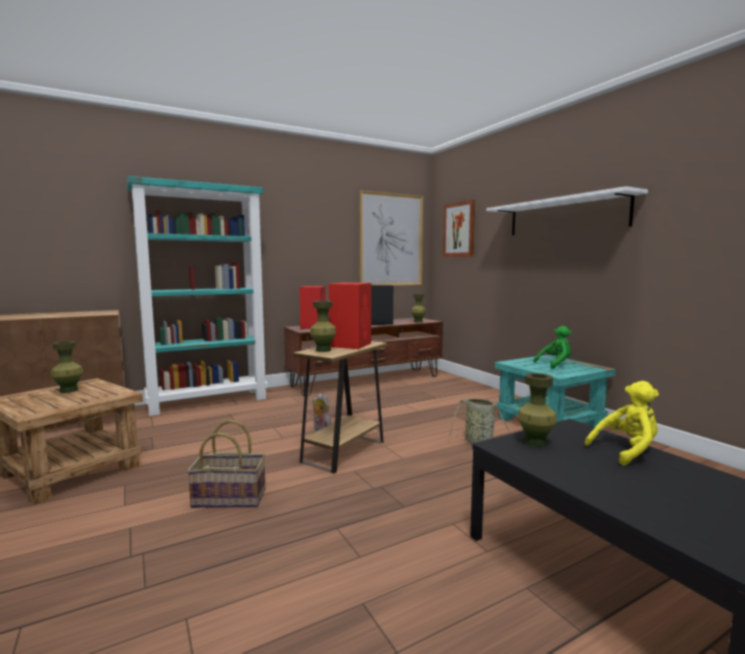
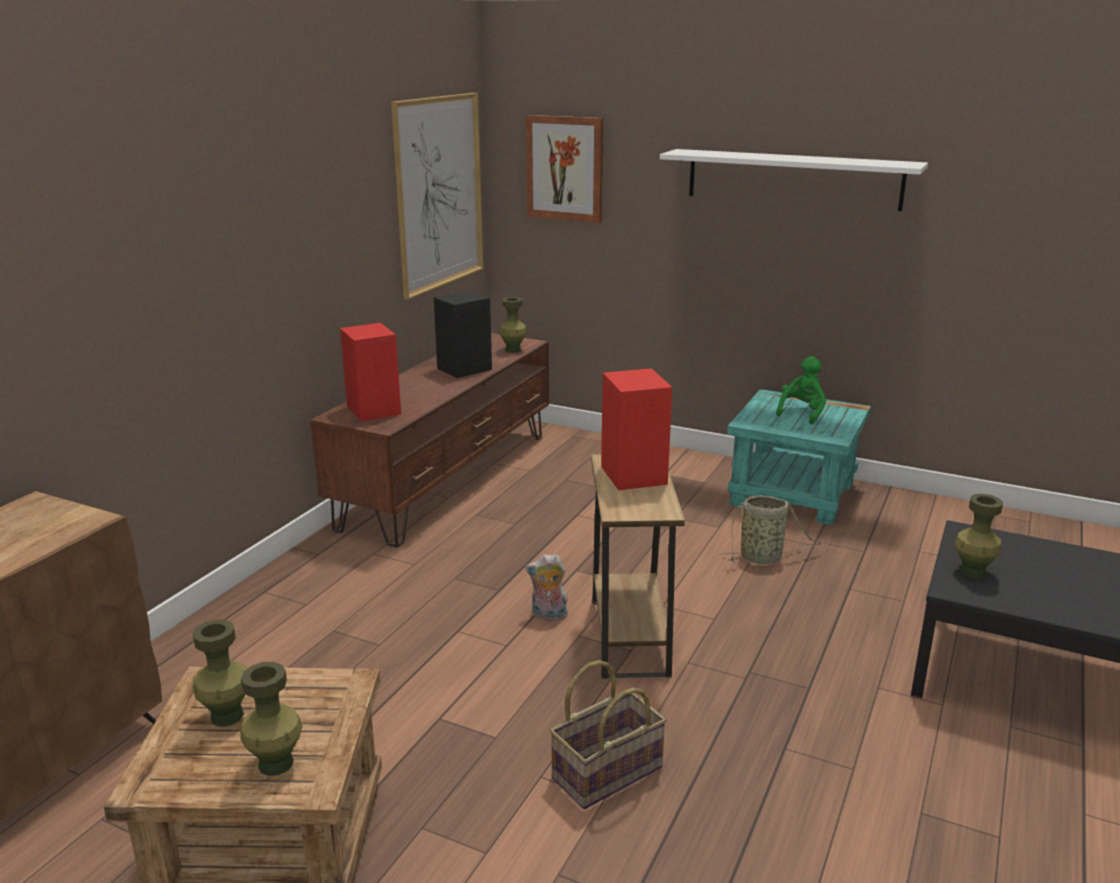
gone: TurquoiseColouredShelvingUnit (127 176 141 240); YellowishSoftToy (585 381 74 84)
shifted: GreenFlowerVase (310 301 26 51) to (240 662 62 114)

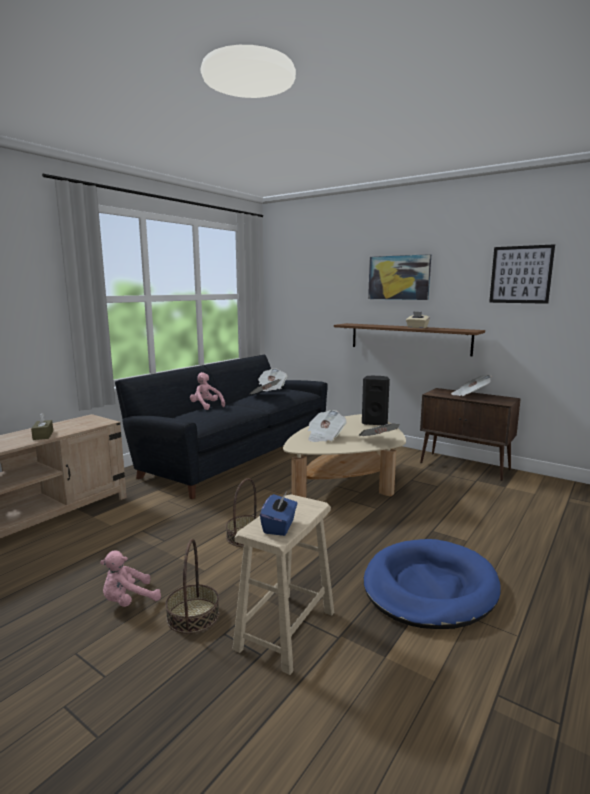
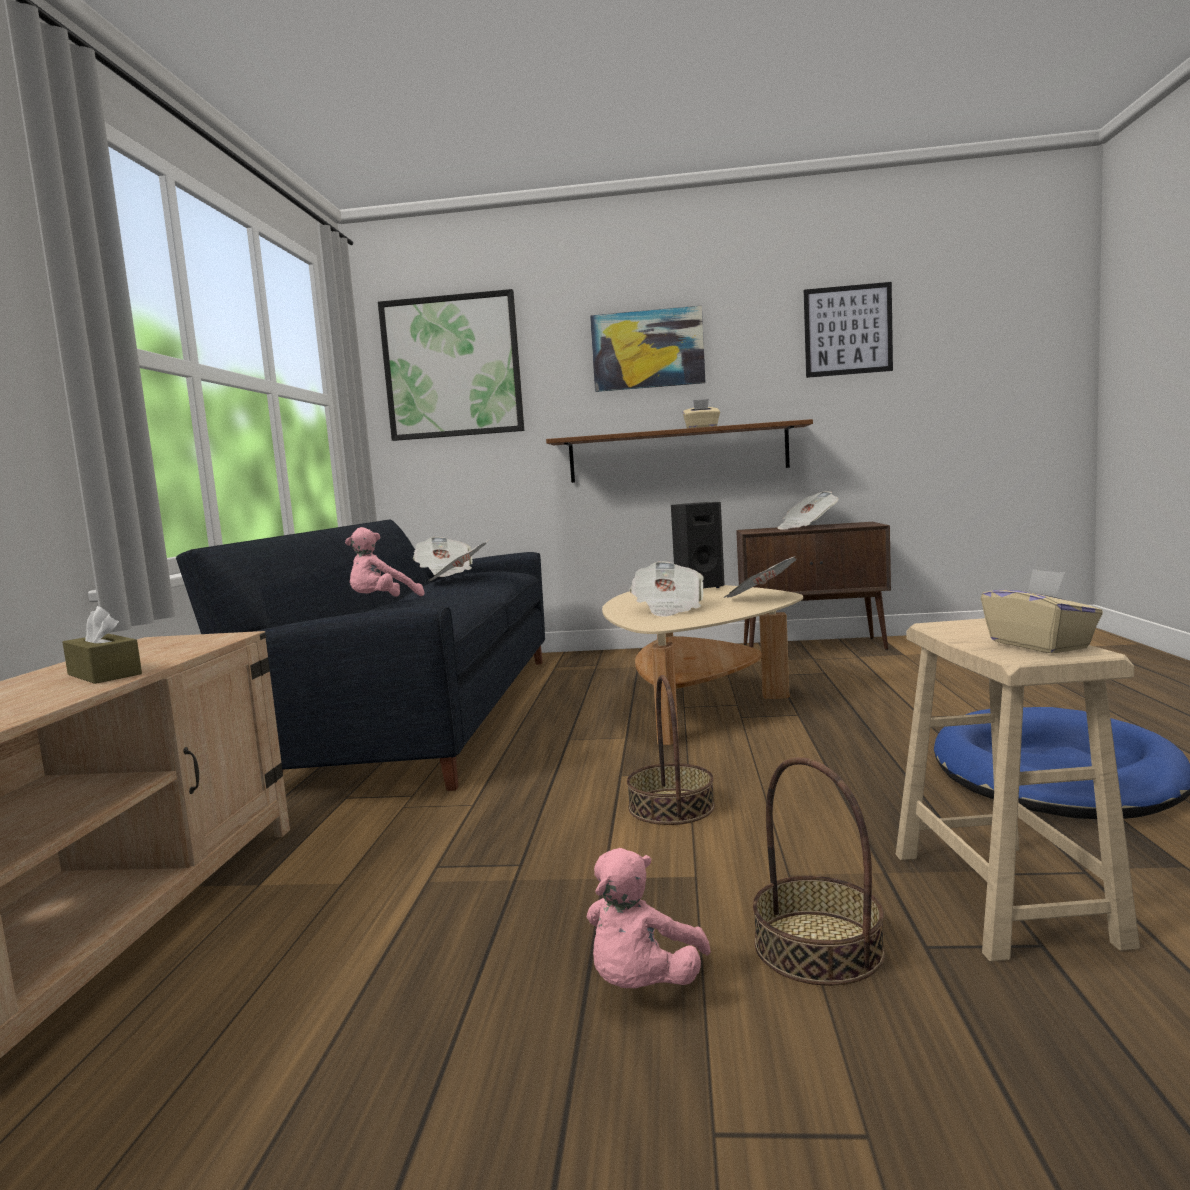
new: Picture (378 289 146 152)
repainted: BlueBoxOfTissues (260 493 37 43) to BeigeColouredBoxOfTissues (981 569 122 85)
rotated: PinkColouredSoftToy (190 372 35 38) = (345 527 79 70) 60 degrees counterclockwise

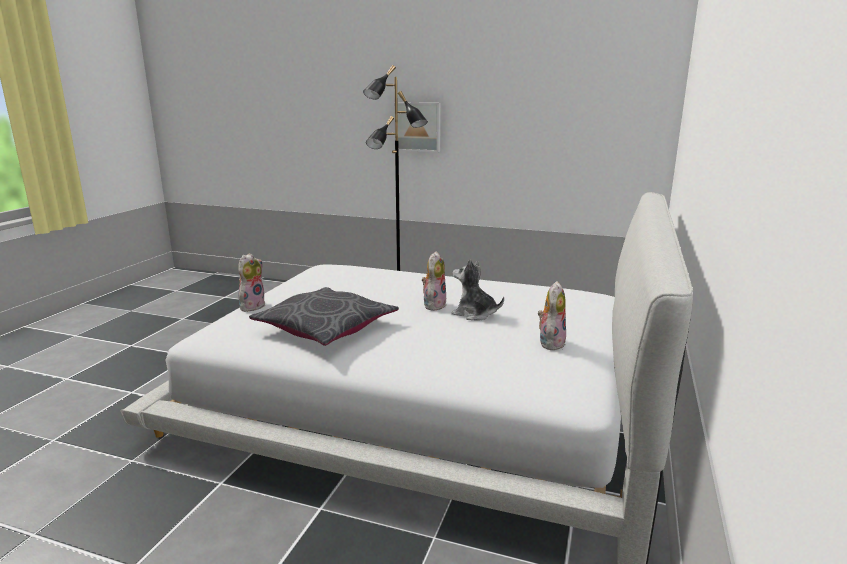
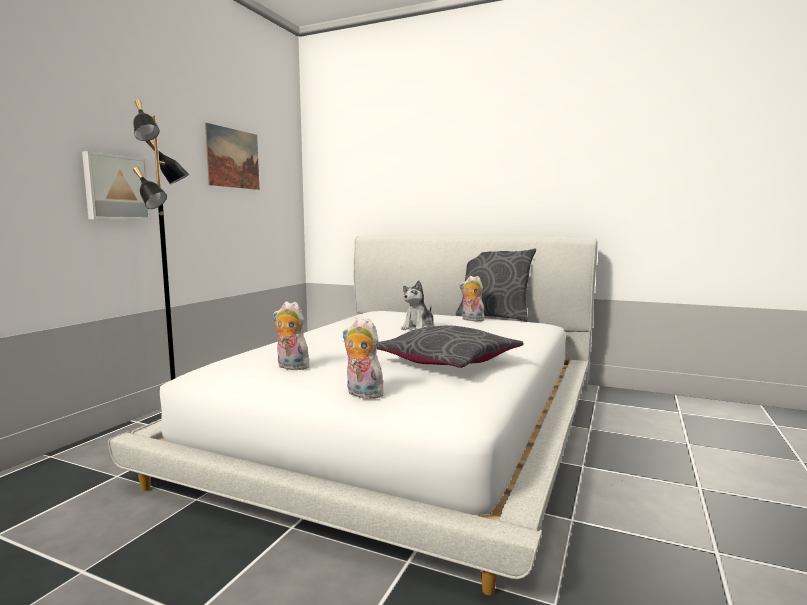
new: Picture (205 123 54 67); GreyishThrowPillow (456 249 80 73)
shifted: SoftToy (422 251 25 60) to (273 301 36 69)

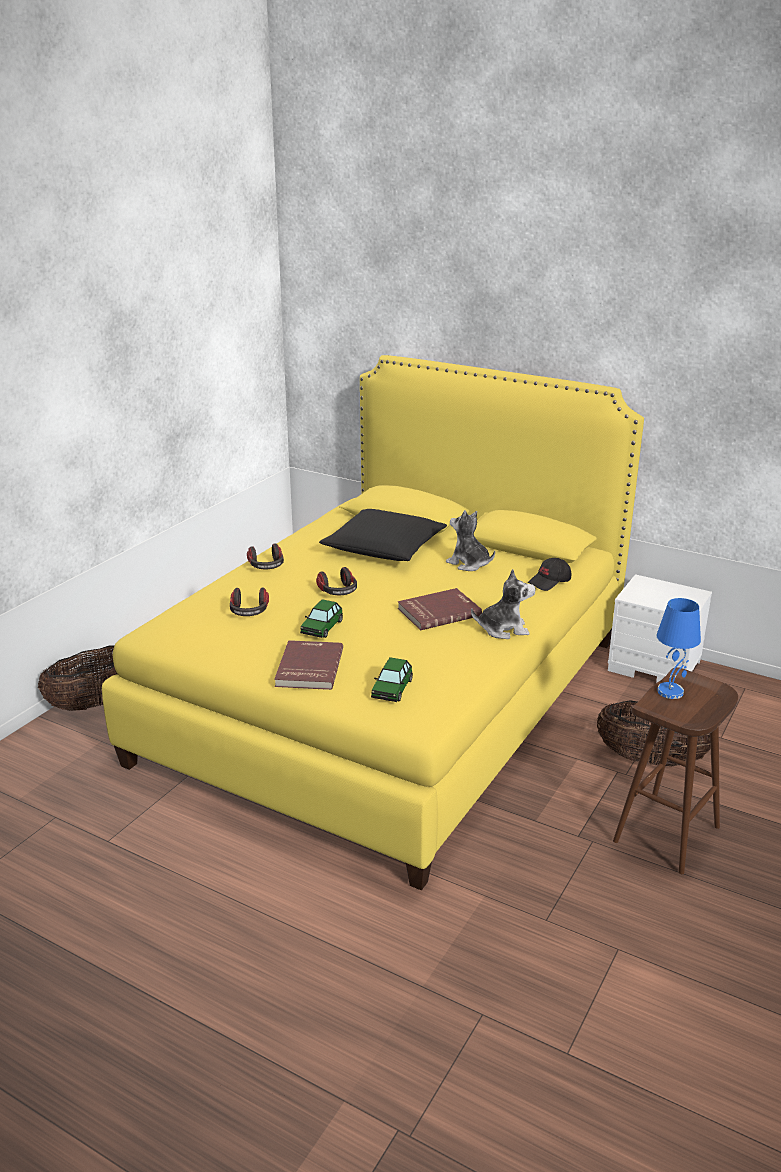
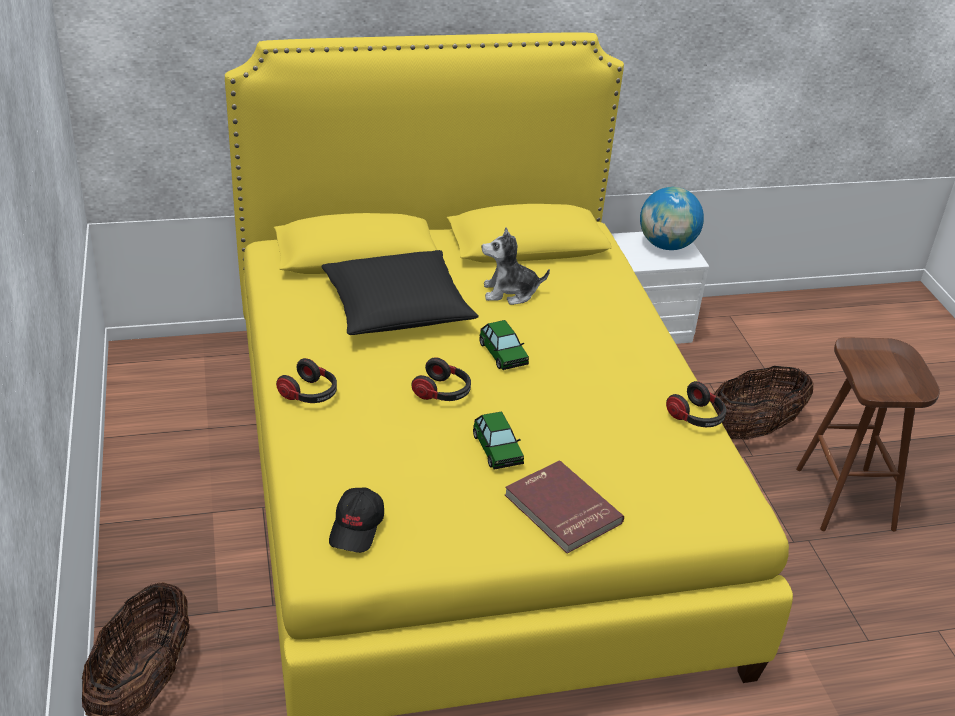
gone: RedColouredBoundBook (398 588 84 43); SoftToy (471 569 65 70); BlueTableLamp (657 598 44 101)
new: Globe (640 187 64 63)
shifted: BlackishCap (528 558 43 33) to (329 487 55 66); ModelCar (371 657 42 45) to (479 320 50 50); Headset (230 588 39 28) to (666 381 61 46)

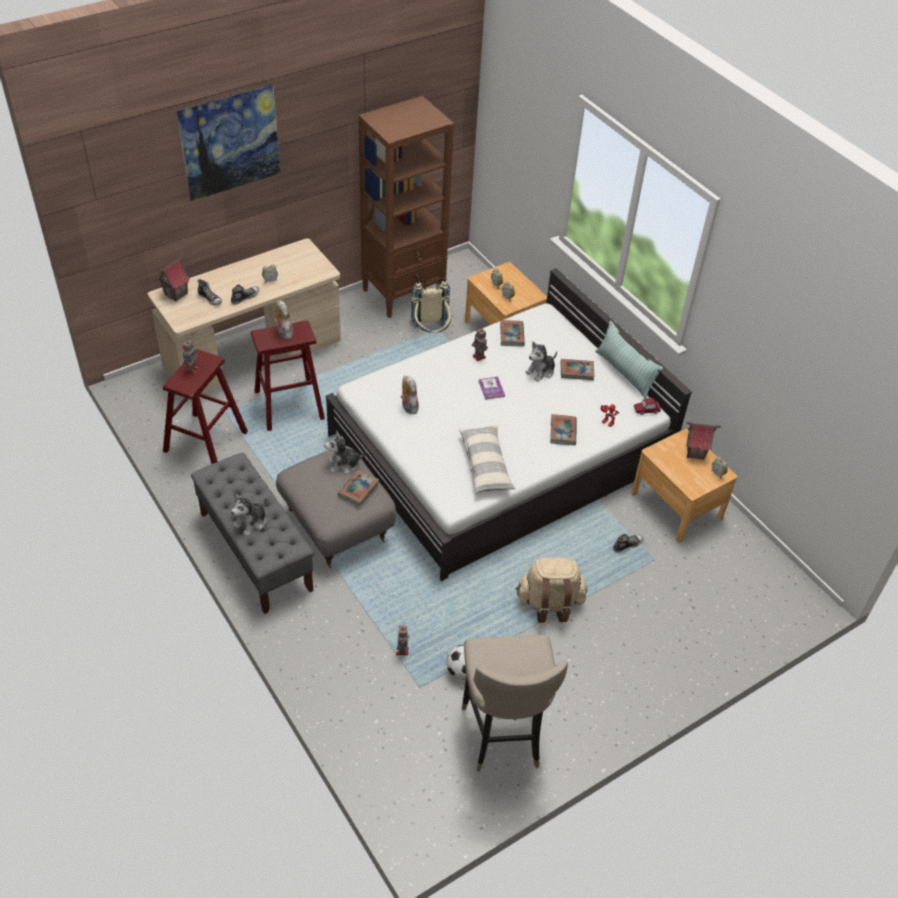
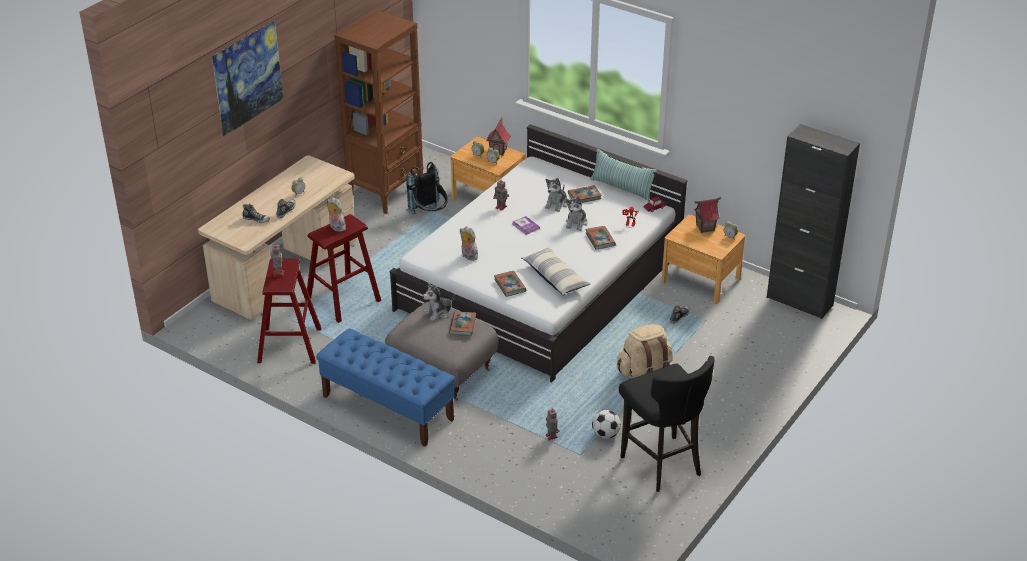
new: BlackishCupboard (767 124 93 195)
shifted: MiniatureHouse (157 256 33 45) to (486 118 25 38); BoundBook (500 320 25 26) to (494 271 32 26); SoftToy (231 493 36 43) to (565 197 23 34)
repainted: GreyishIndoorBench (191 453 123 161) to BlueIndoorBench (316 328 140 119); BeigeColouredKnapsack (409 278 42 55) to BlackishKnapsack (406 162 42 52); BeigeColouredSittingStool (462 635 106 137) to BlackishSittingStool (619 356 96 136)

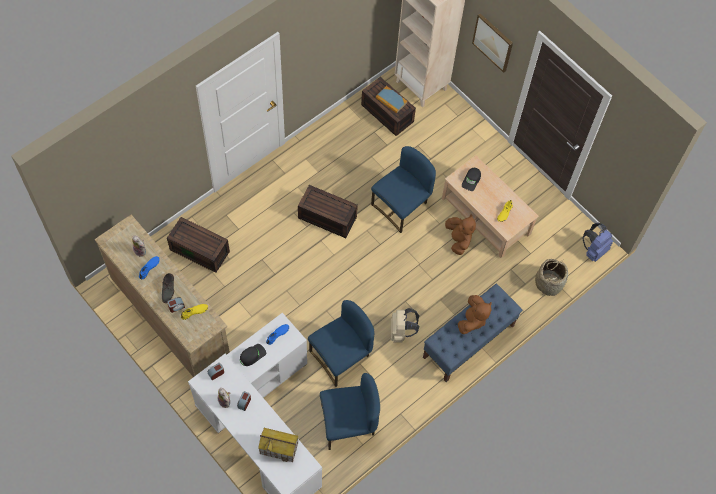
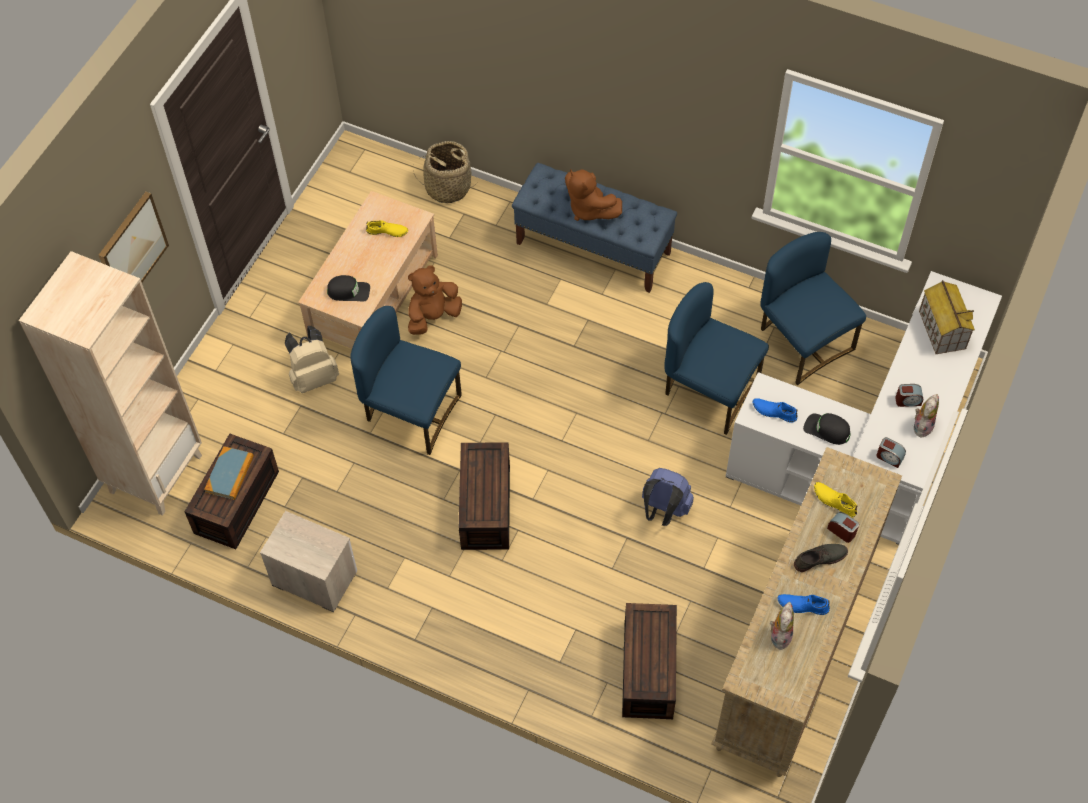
new: Nightstand (260 511 97 101)
shifted: BeigeColouredKnapsack (391 308 28 35) to (285 326 54 67); BlueKnapsack (583 223 30 39) to (642 468 52 58)
rotated: BrownSoftToy (458 295 33 39) = (565 169 57 52) 135 degrees counterclockwise

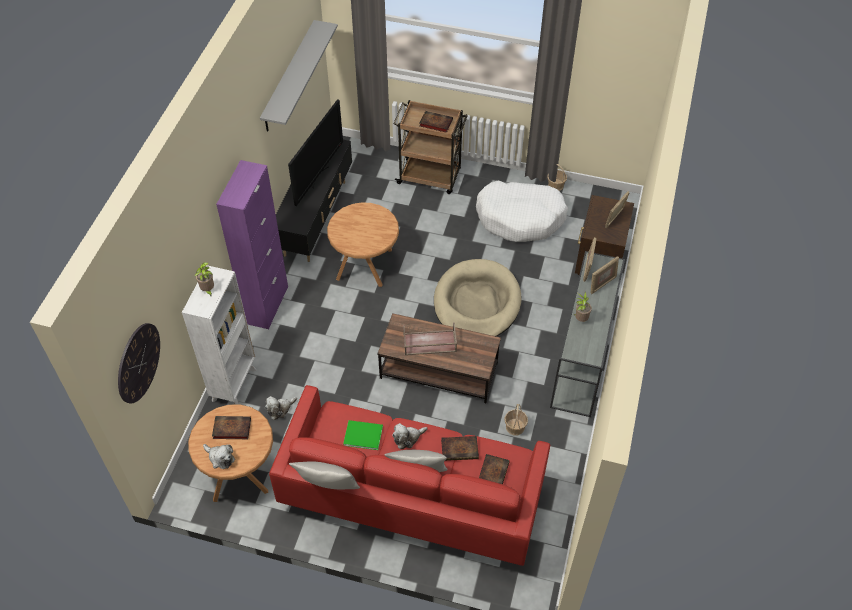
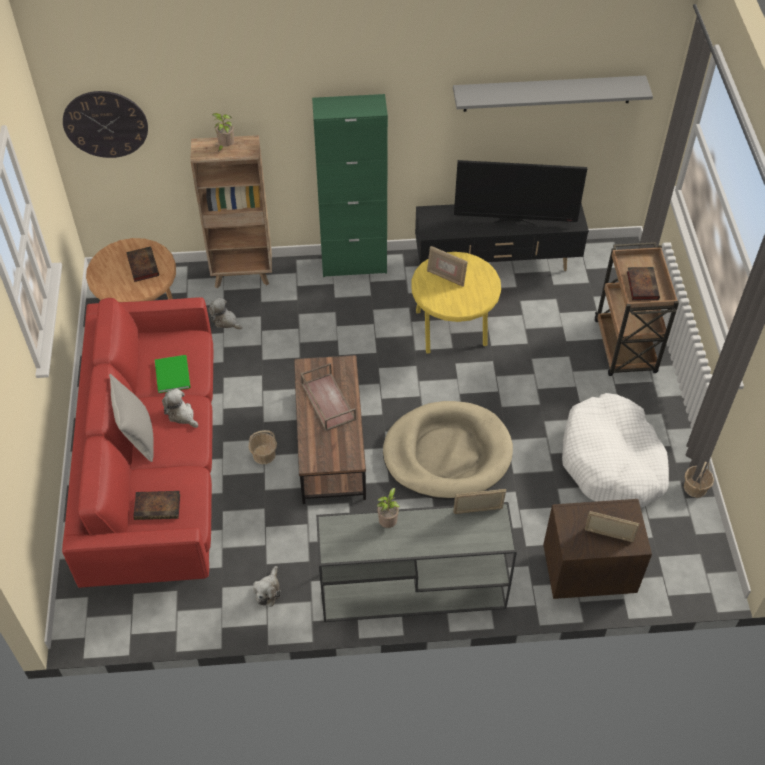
gone: GreyishThrowPillow (289 461 71 29); BoundBook (441 436 38 25)
shifted: StorageBasket (504 404 24 32) to (249 430 28 34); SoftToy (203 444 32 25) to (253 566 28 41); PhotoFrame (590 256 29 38) to (427 246 41 41)
repainted: WhiteColouredShelvingUnit (182 265 74 140) to BrownShelvingUnit (190 135 82 153); PurpleCupboard (216 160 72 169) to GreenCupboard (312 94 76 183); BrownEndTable (327 202 72 85) to YellowishEndTable (411 252 90 102)

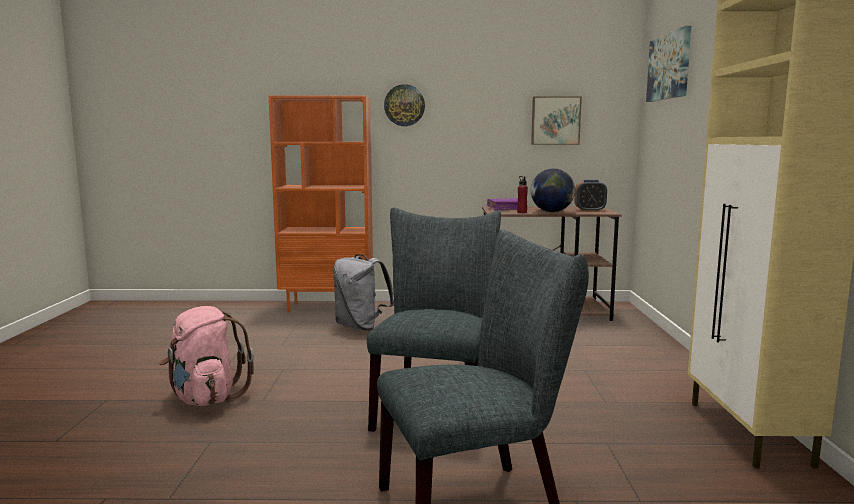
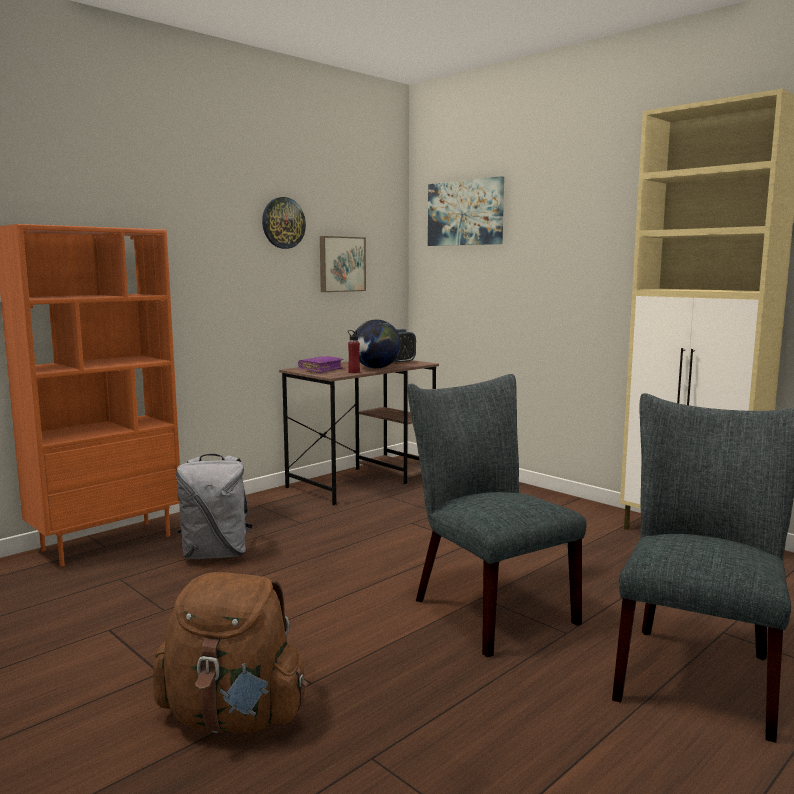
shifted: WallClock (384 84 41 42) to (262 197 44 52)
repainted: PinkColouredKnapsack (159 306 95 100) to BrownKnapsack (153 572 154 161)

